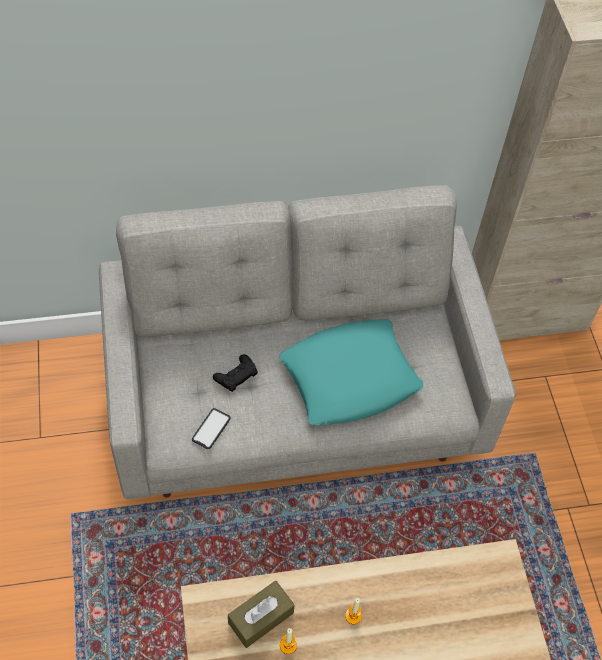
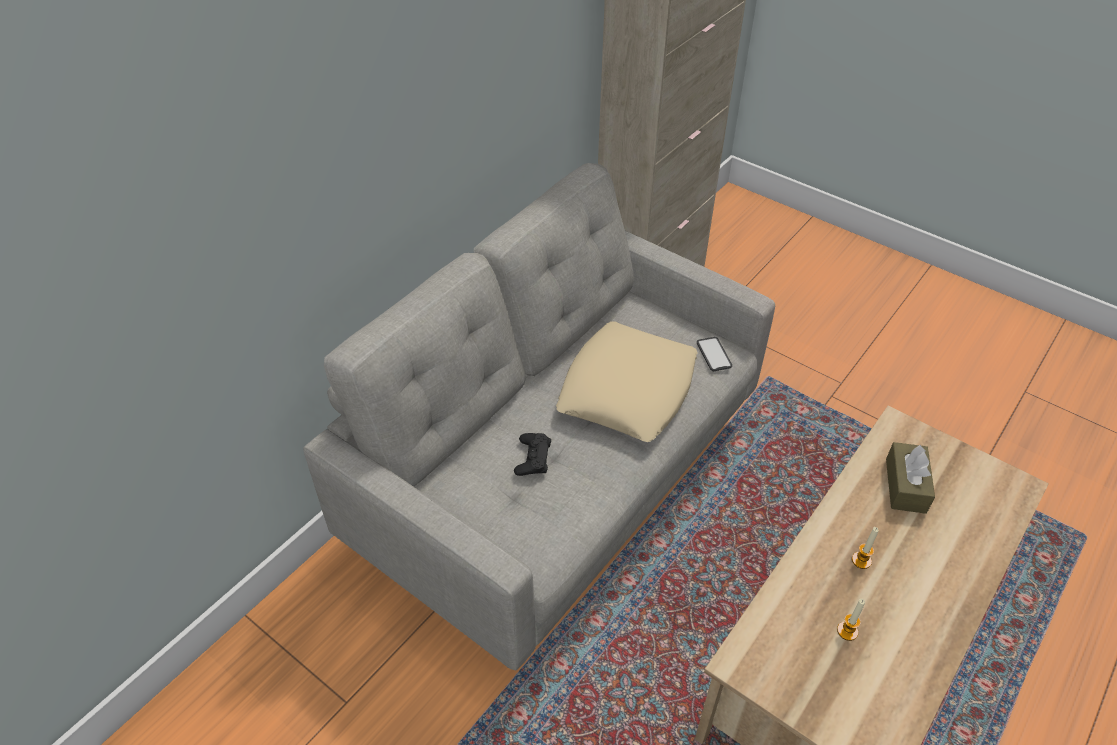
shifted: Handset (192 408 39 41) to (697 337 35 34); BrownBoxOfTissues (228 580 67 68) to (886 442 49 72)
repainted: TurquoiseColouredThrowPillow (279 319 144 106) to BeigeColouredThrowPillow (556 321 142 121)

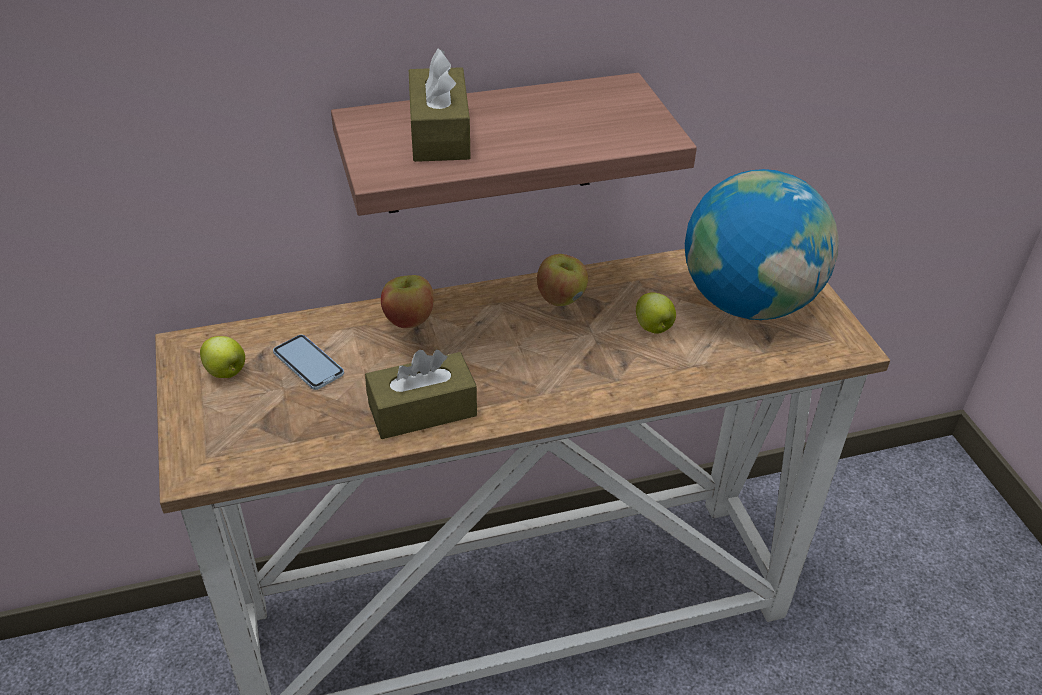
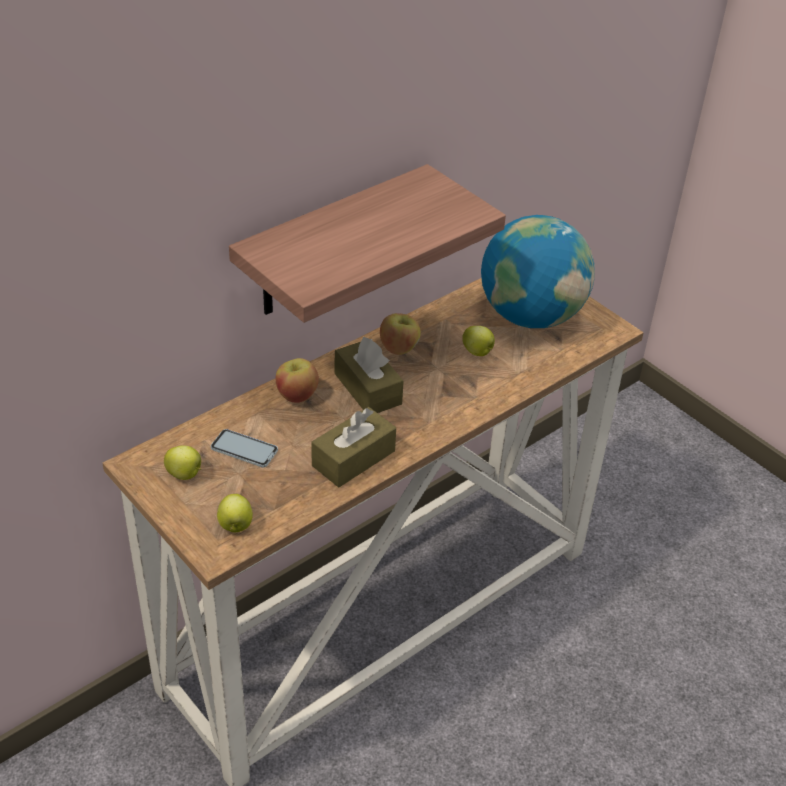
new: Apple (217 494 36 38)
shifted: BrownBoxOfTissues (409 49 61 113) to (335 337 69 76)

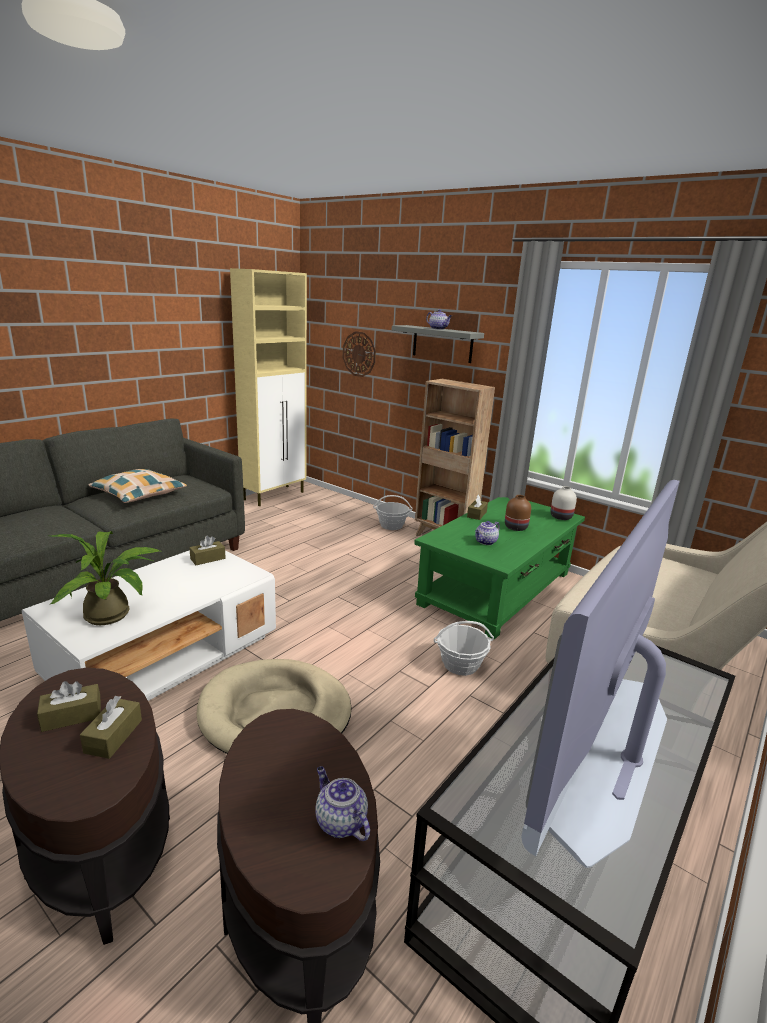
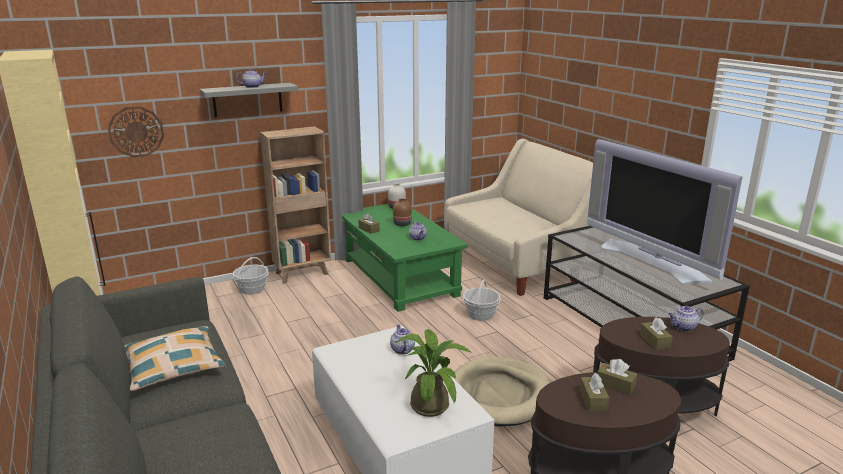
new: PotForTea (390 325 25 29)
shifted: BrownBoxOfTissues (189 536 37 29) to (640 317 33 33)

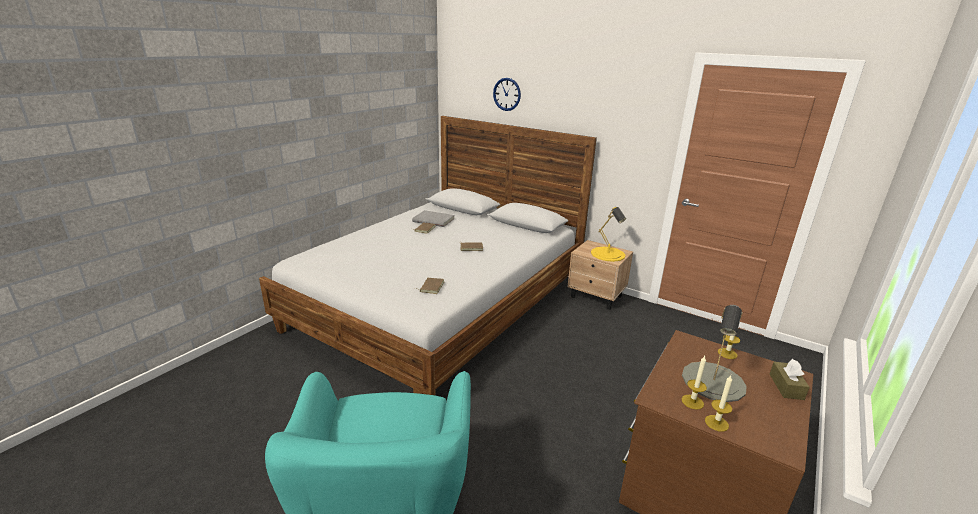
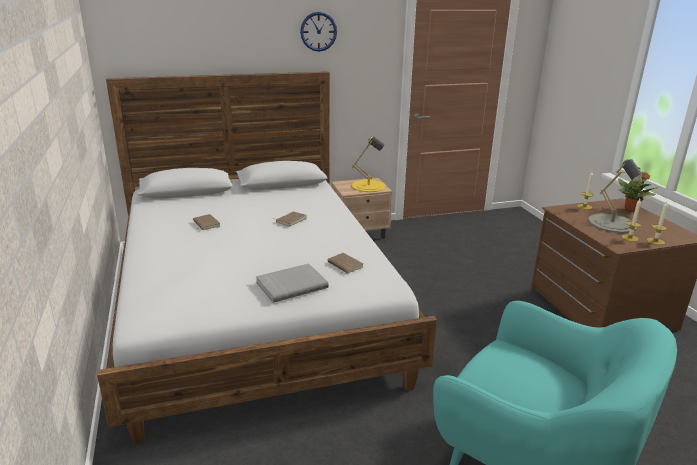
shifted: GreyishBoundBook (412 210 42 17) to (256 263 73 40); WallClock (493 78 28 33) to (300 12 37 40)
swapped: BrownBoxOfTissues (770 359 40 41) to Houseplant (618 167 40 44)

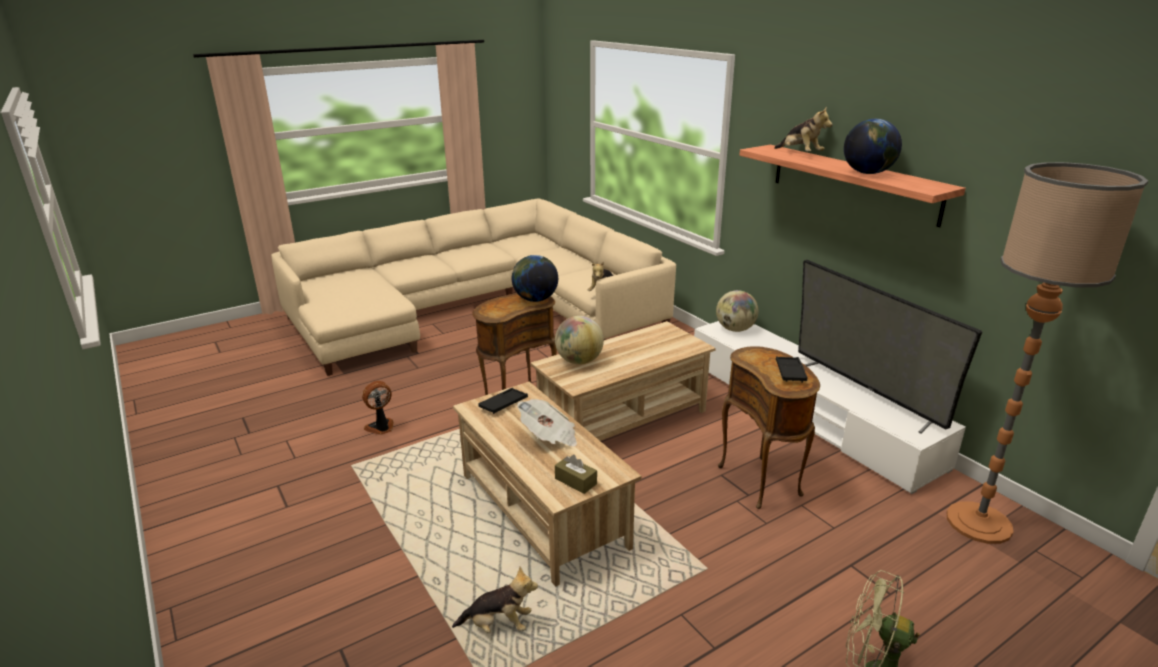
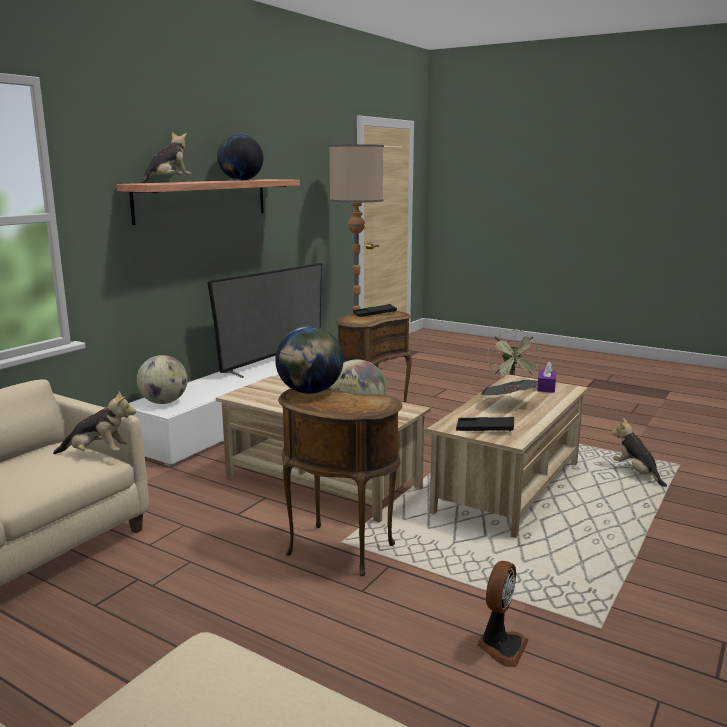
repainted: BrownBoxOfTissues (555 455 42 39) to PurpleBoxOfTissues (537 361 19 32)
rotated: CoolingFan (362 381 32 54) = (477 561 52 106) 90 degrees counterclockwise

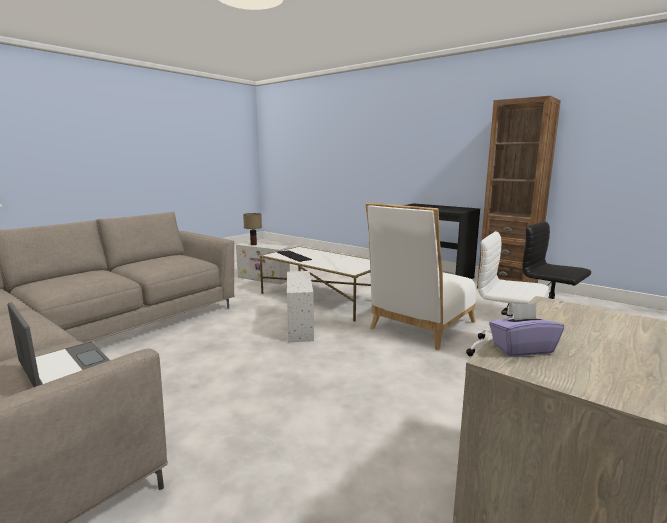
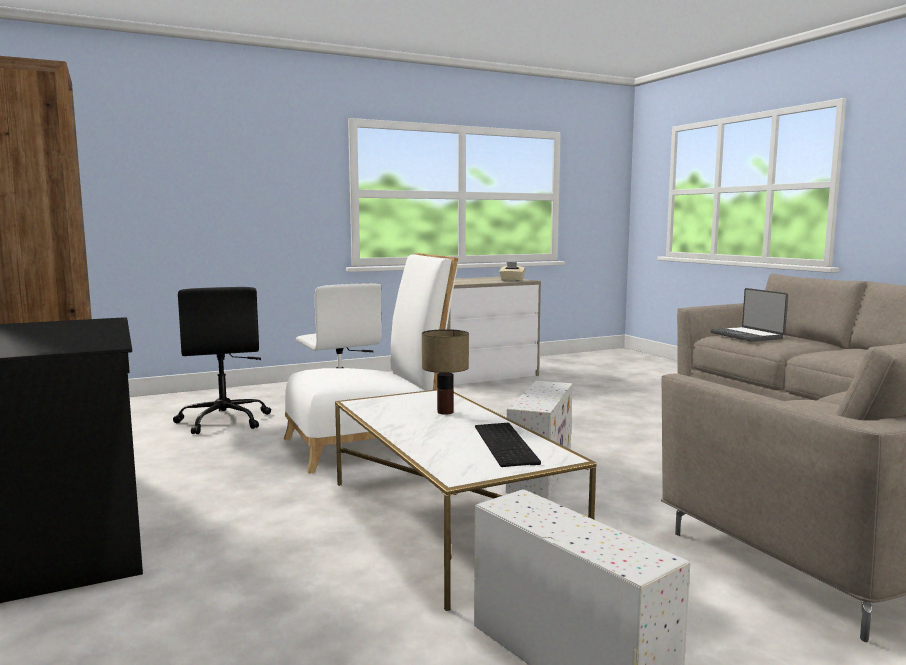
shifted: TableLamp (243 213 19 32) to (422 329 47 86)
repainted: PurpleBoxOfTissues (489 303 75 53) to BeigeColouredBoxOfTissues (499 262 26 19)

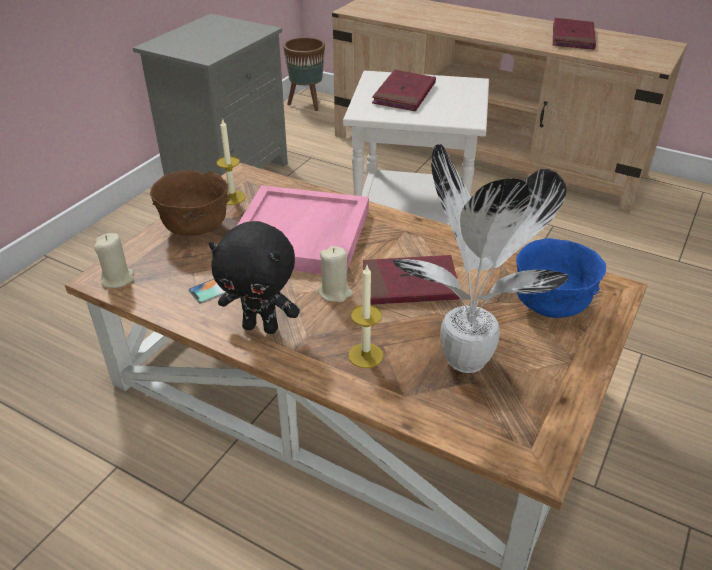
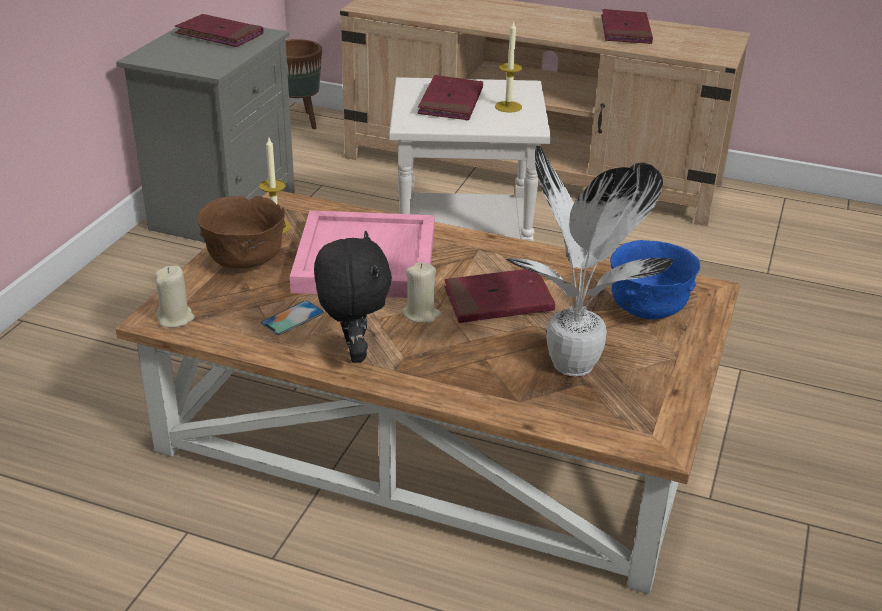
new: RedColouredBoundBook (175 14 88 33)
shifted: WaxLight (348 266 36 102) to (495 21 28 92)
rotated: BlackishSoftToy (209 221 91 113) = (314 231 78 132) 105 degrees counterclockwise

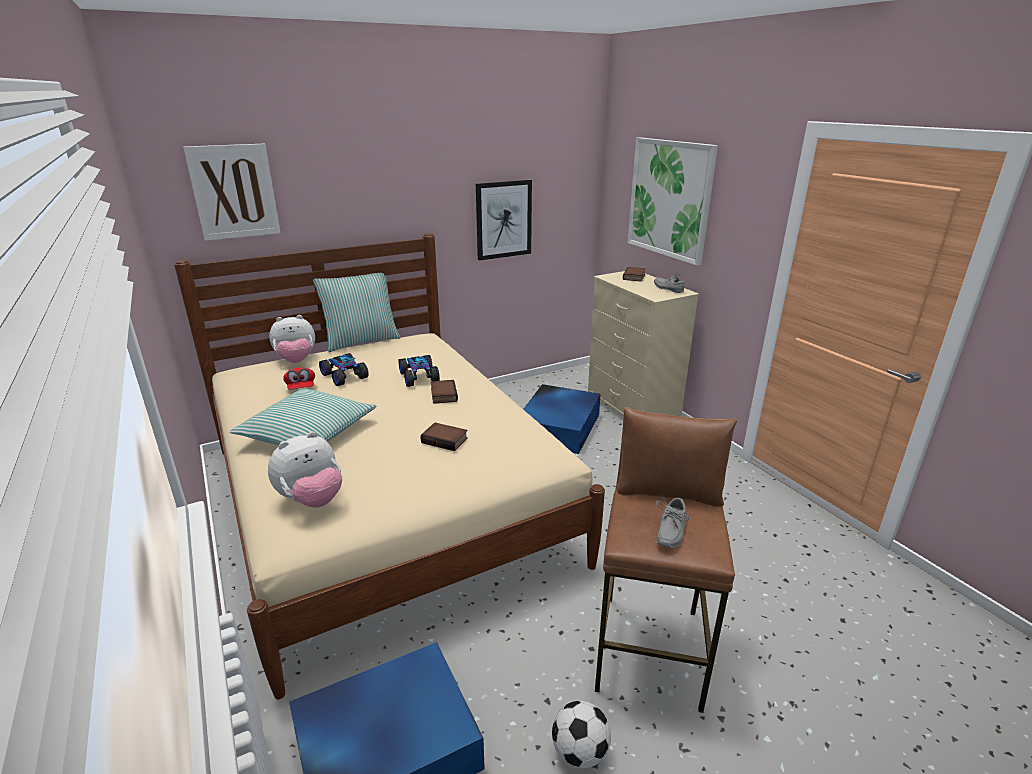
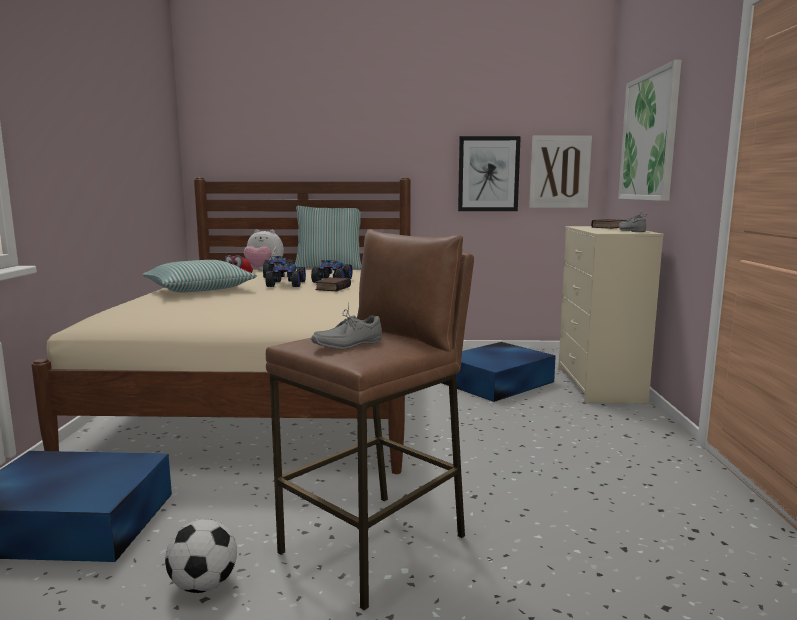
gone: SoftToy (268 431 74 77); BoundBook (420 423 48 28)
new: ModelCar (265 263 41 24)
shifted: Picture (183 144 98 97) to (529 136 63 72)

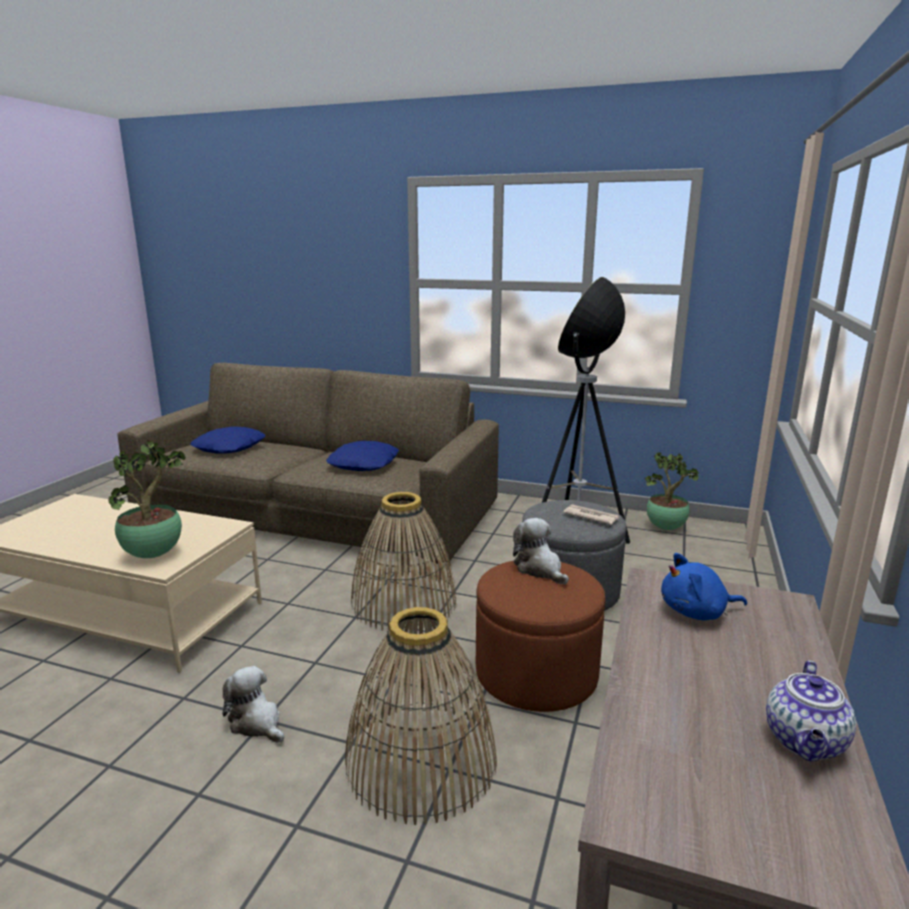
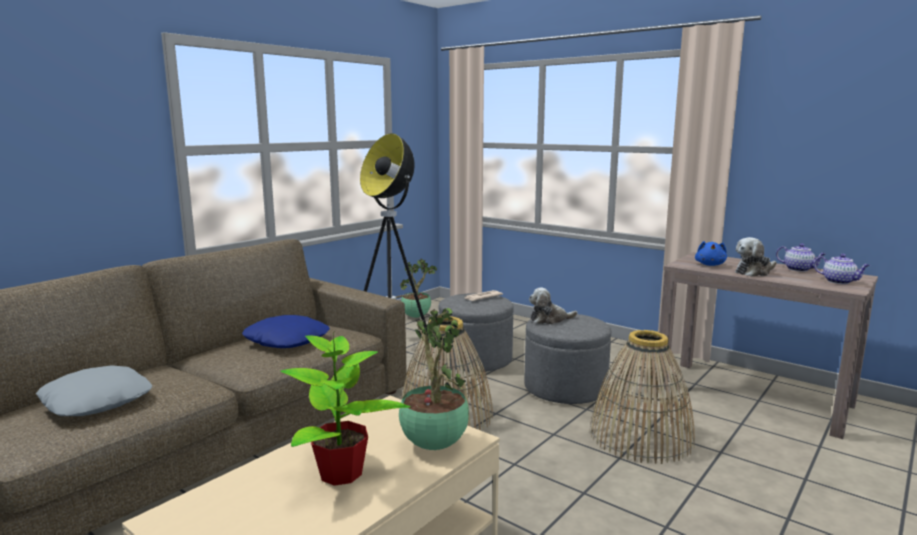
new: Houseplant (281 333 129 153); PotForTea (814 254 56 30)
shifted: SoftToy (223 666 61 77) to (735 237 42 40)
repainted: BlueThrowPillow (190 427 75 27) to GreyishThrowPillow (36 365 116 51); BrownOttoman (476 561 130 151) to GreyishOttoman (524 314 87 90)

